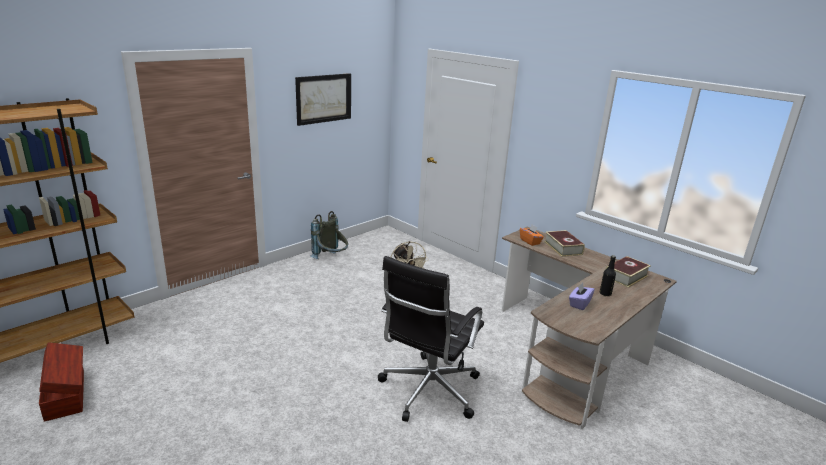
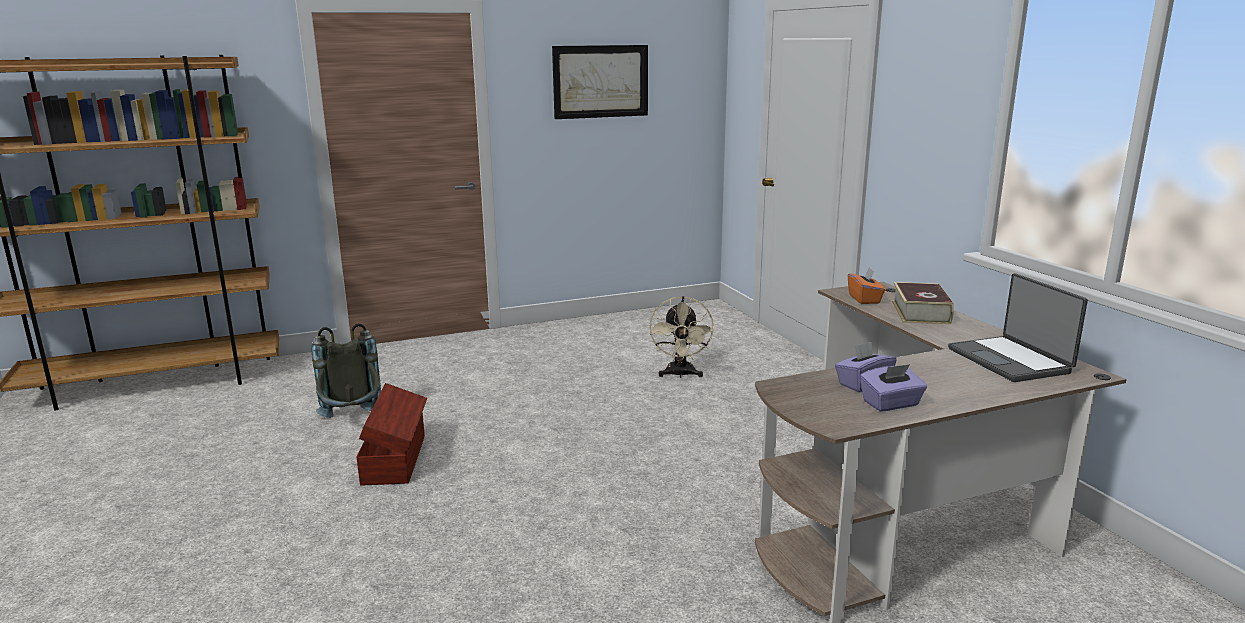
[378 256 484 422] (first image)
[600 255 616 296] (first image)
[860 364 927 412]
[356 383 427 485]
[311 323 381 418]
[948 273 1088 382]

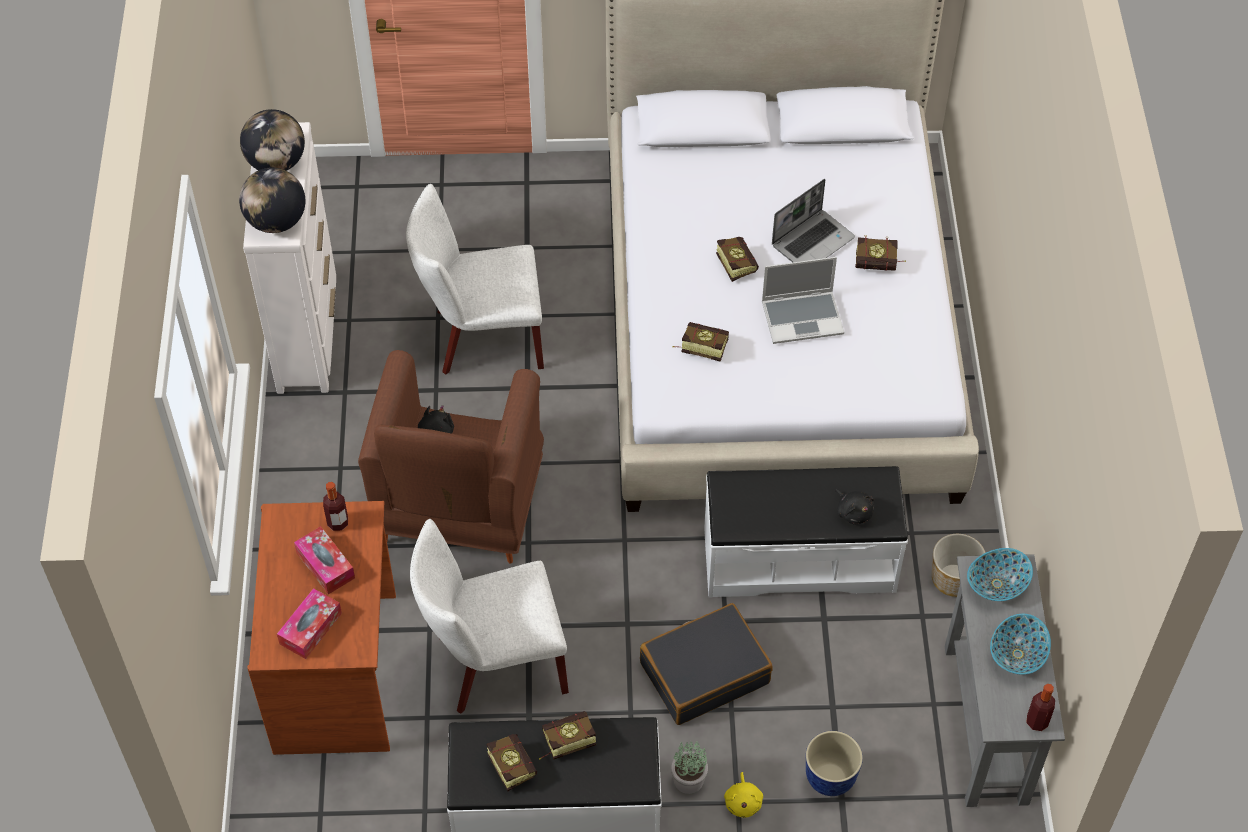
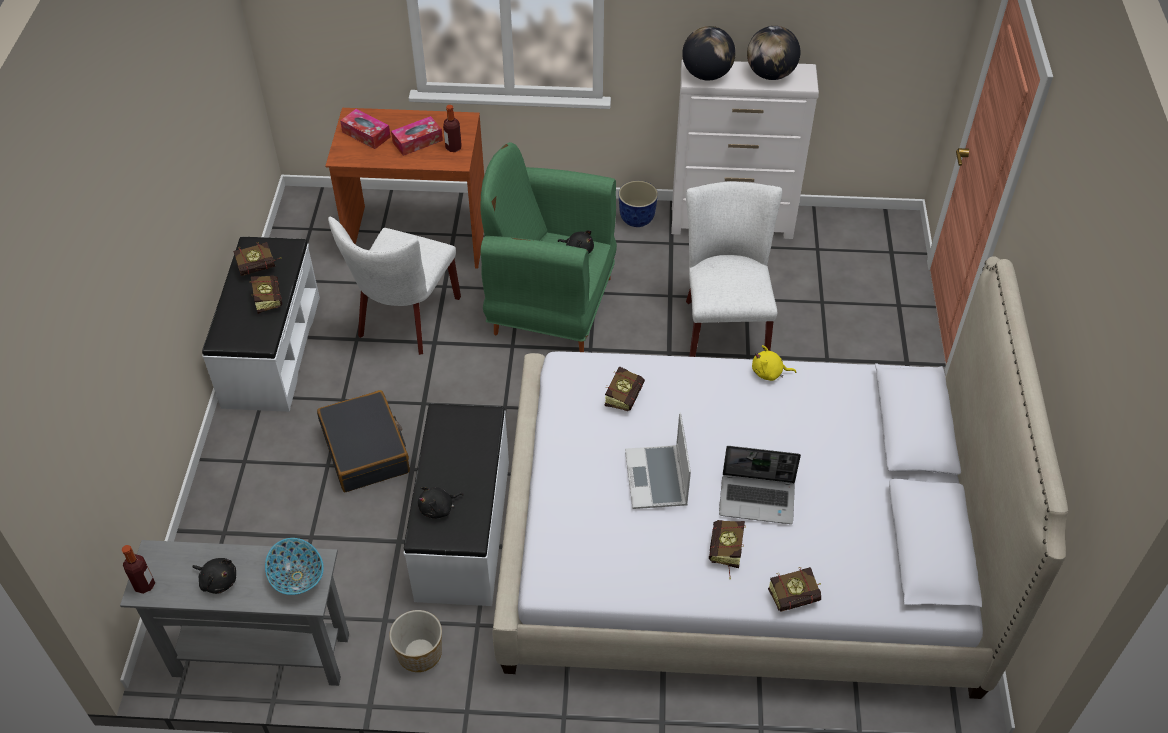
[671 741 708 794] (first image)
[768 567 821 612]
[752 345 796 381]
[618 181 658 227]
[192 558 236 594]
[480 142 617 352]
[328 216 461 355]
[719 446 801 524]

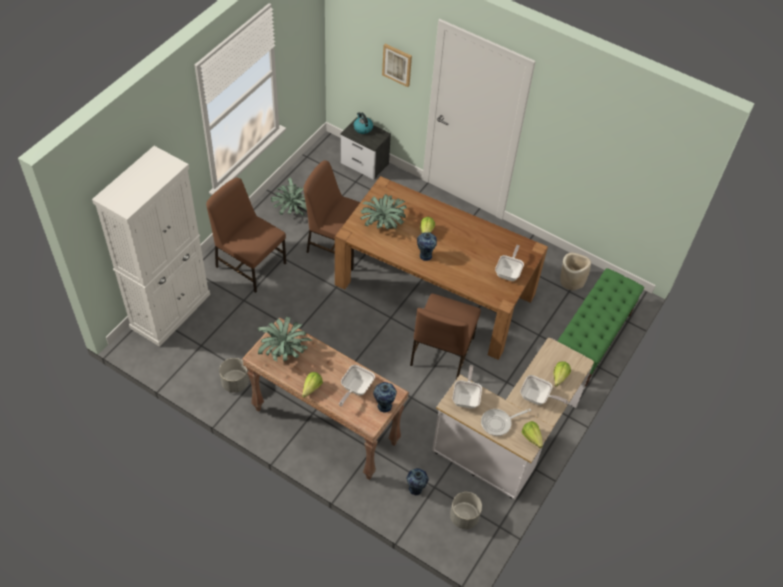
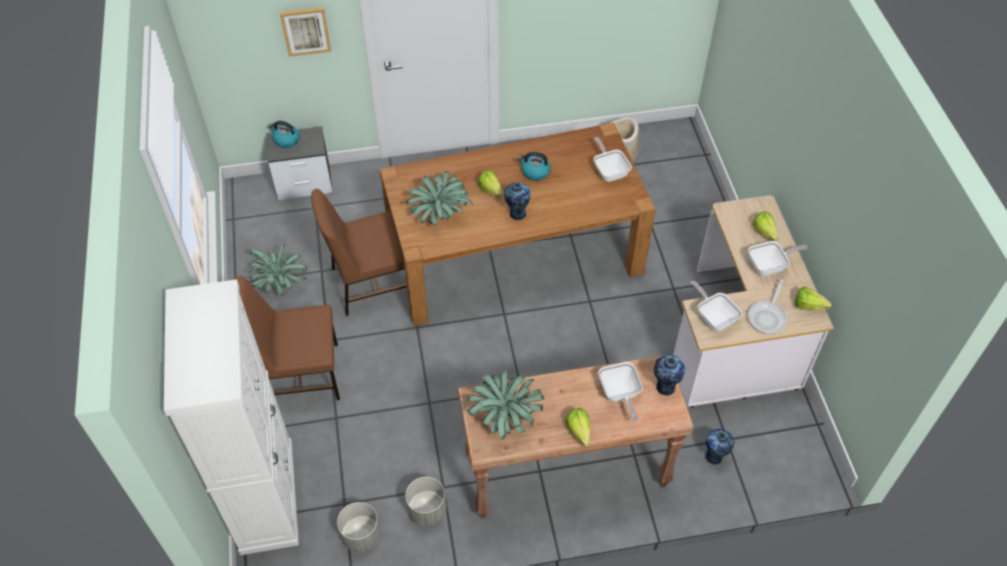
[410 293 481 379] (first image)
[558 268 644 386] (first image)
[518 152 551 181]
[337 502 380 552]

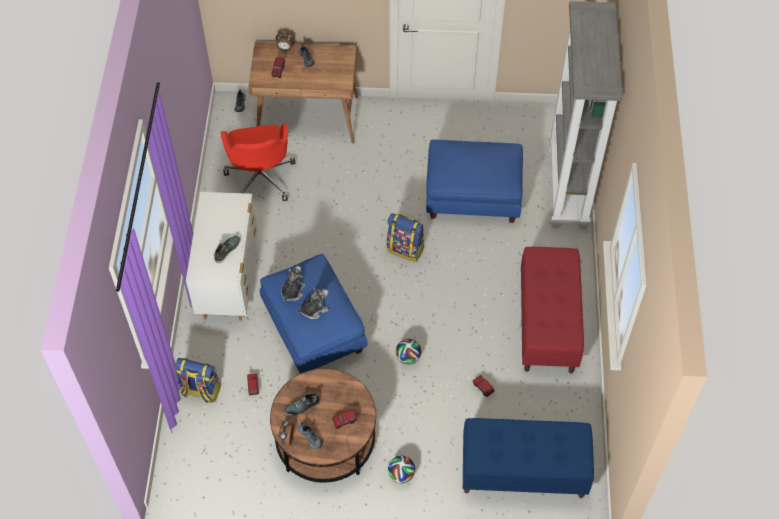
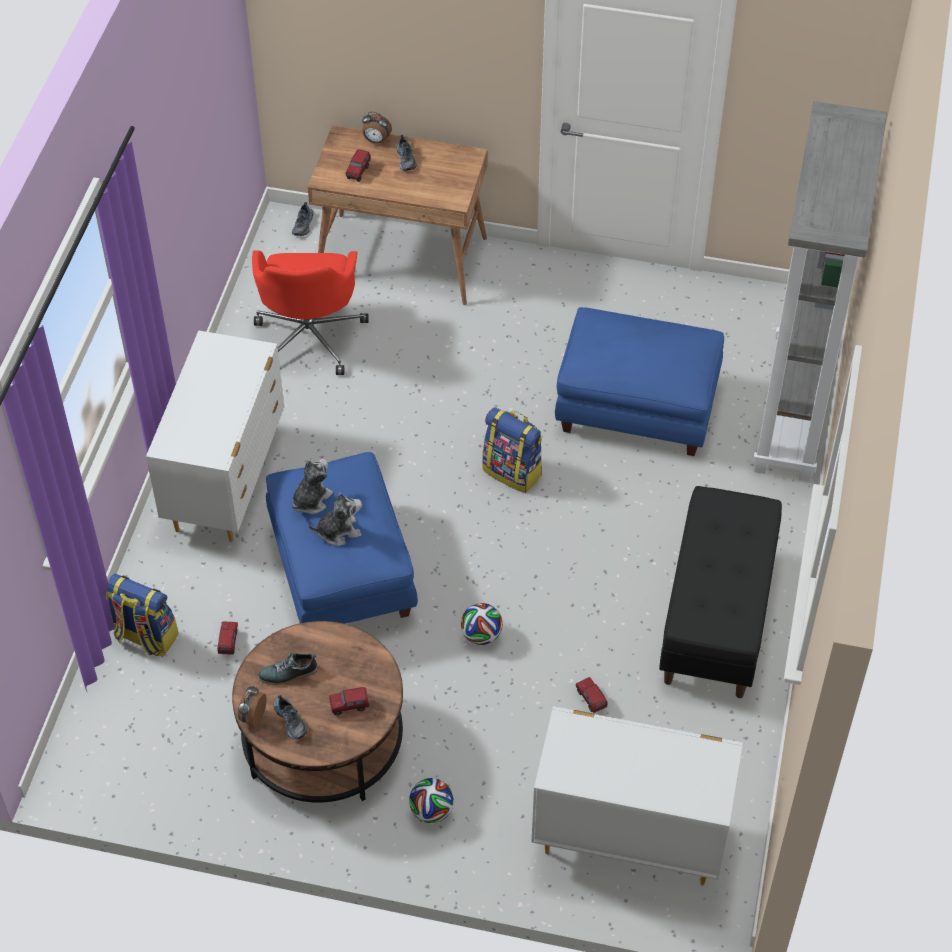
[214 236 240 263] (first image)
[532 706 743 886]
[659 486 782 698]

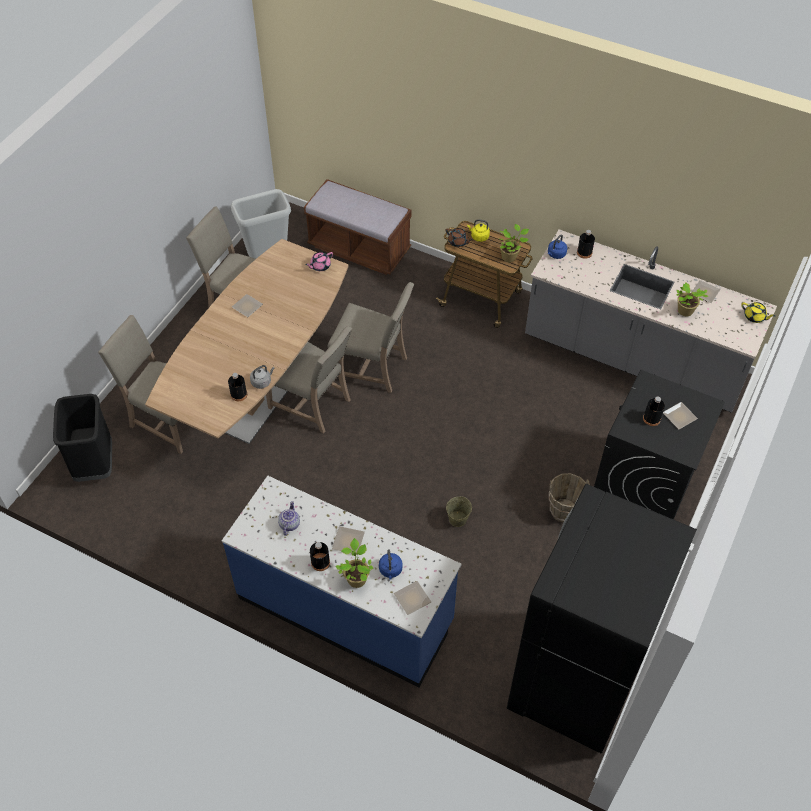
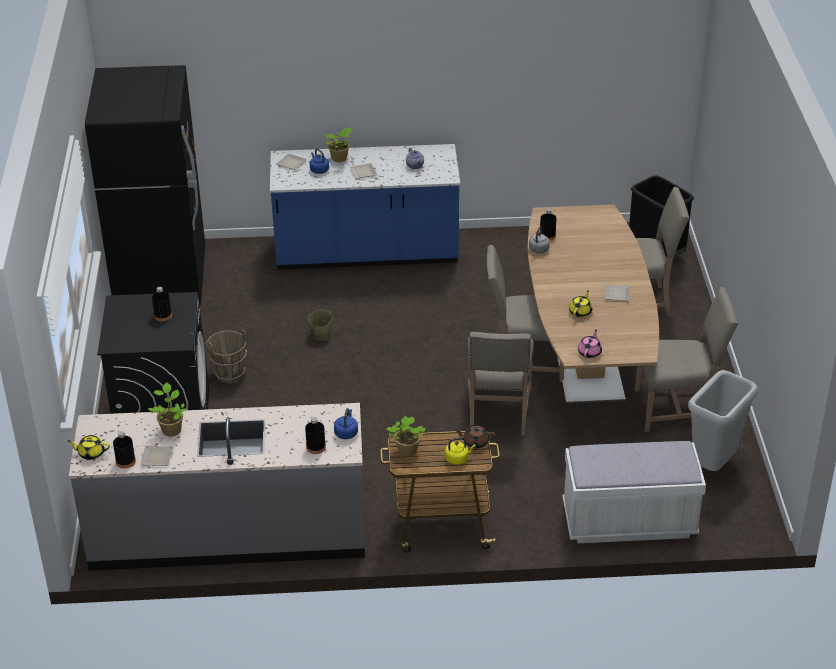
[663 402 698 429] (first image)
[569 290 592 318]
[113 431 136 468]
[562 441 706 543]
[467 332 534 435]

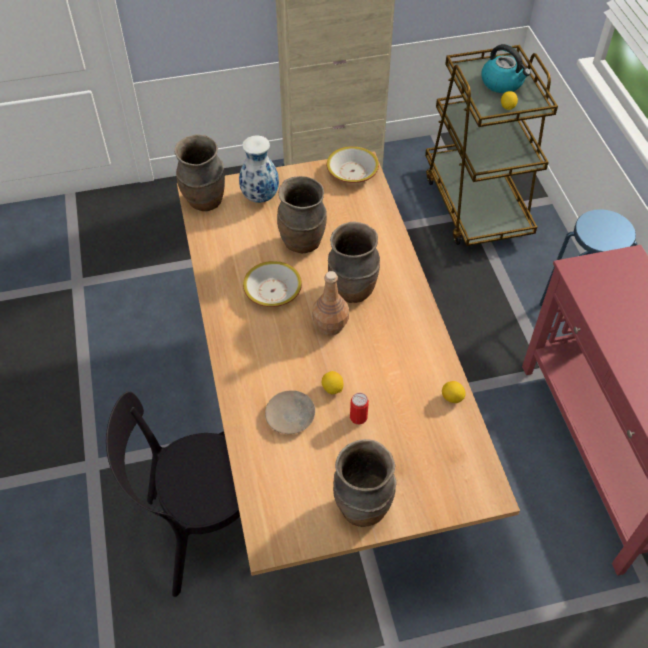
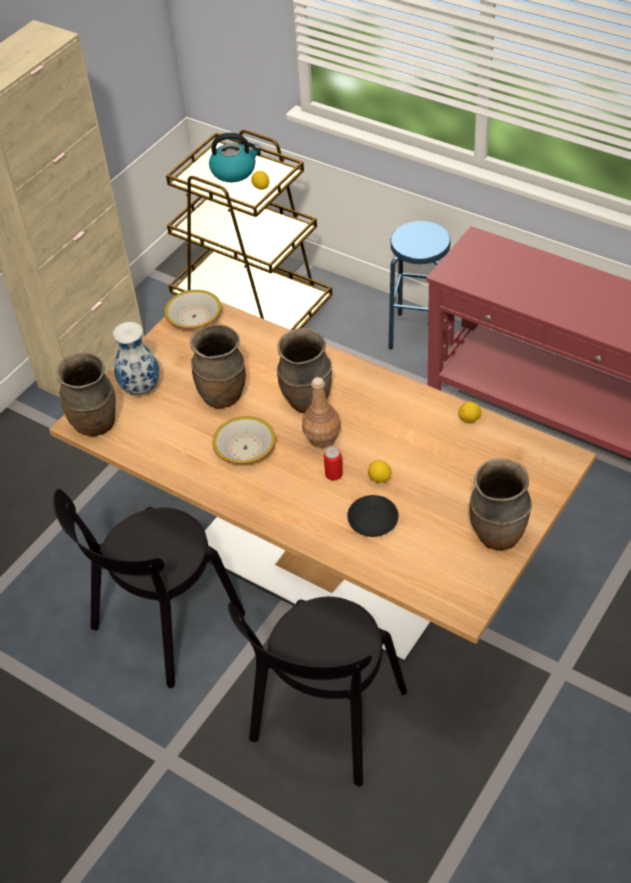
[53 489 245 688]
[324 446 343 481]
[347 495 399 537]

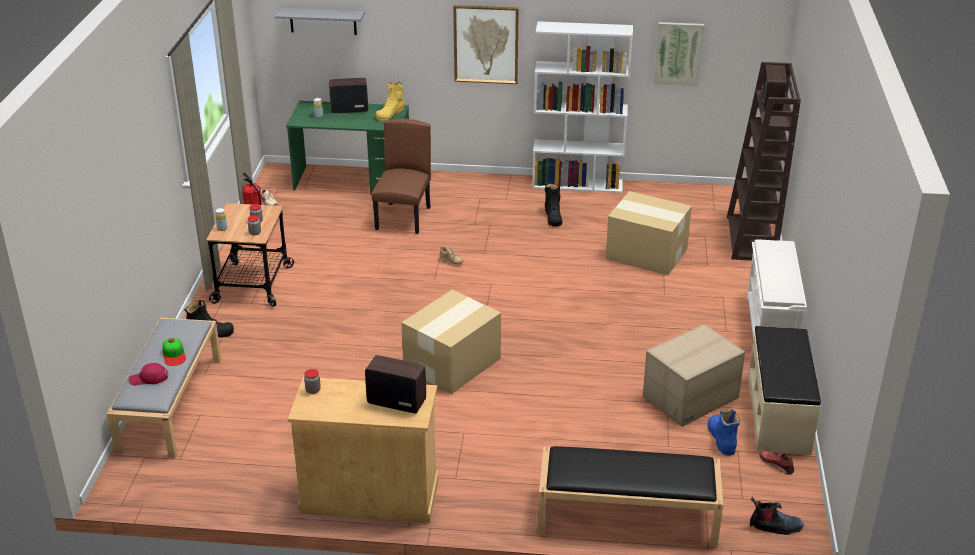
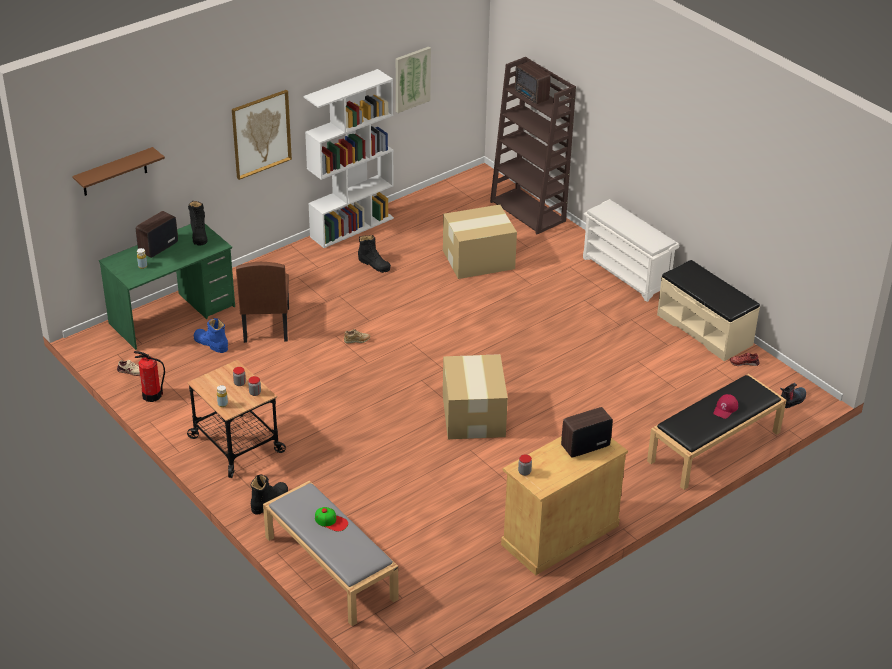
[643 324 745 427] (first image)
[713 394 738 419]
[194 318 228 353]
[72 147 165 196]
[188 201 208 246]
[236 262 289 343]

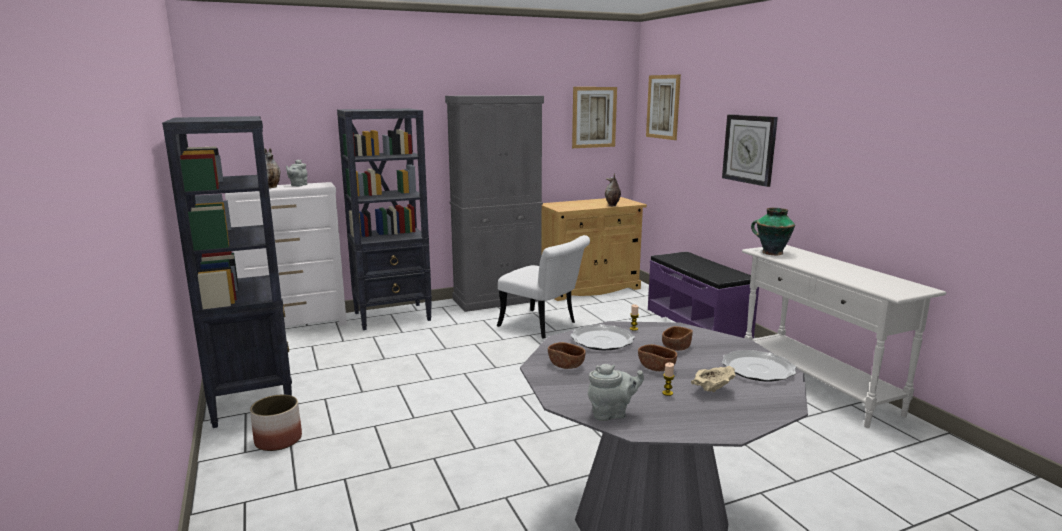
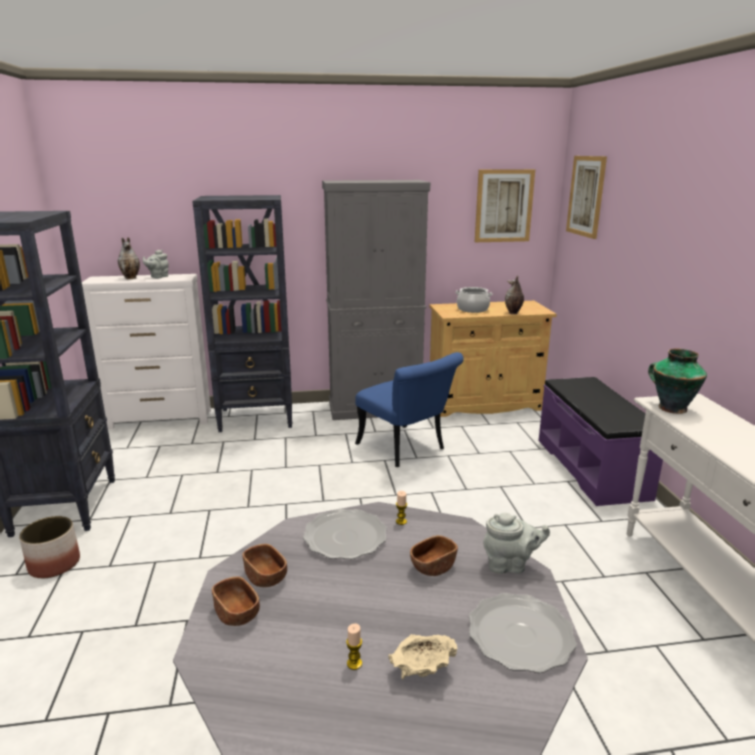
[722 114 778 187] (first image)
[455 287 493 313]
[483 512 550 574]
[212 577 260 626]
[355 352 463 467]

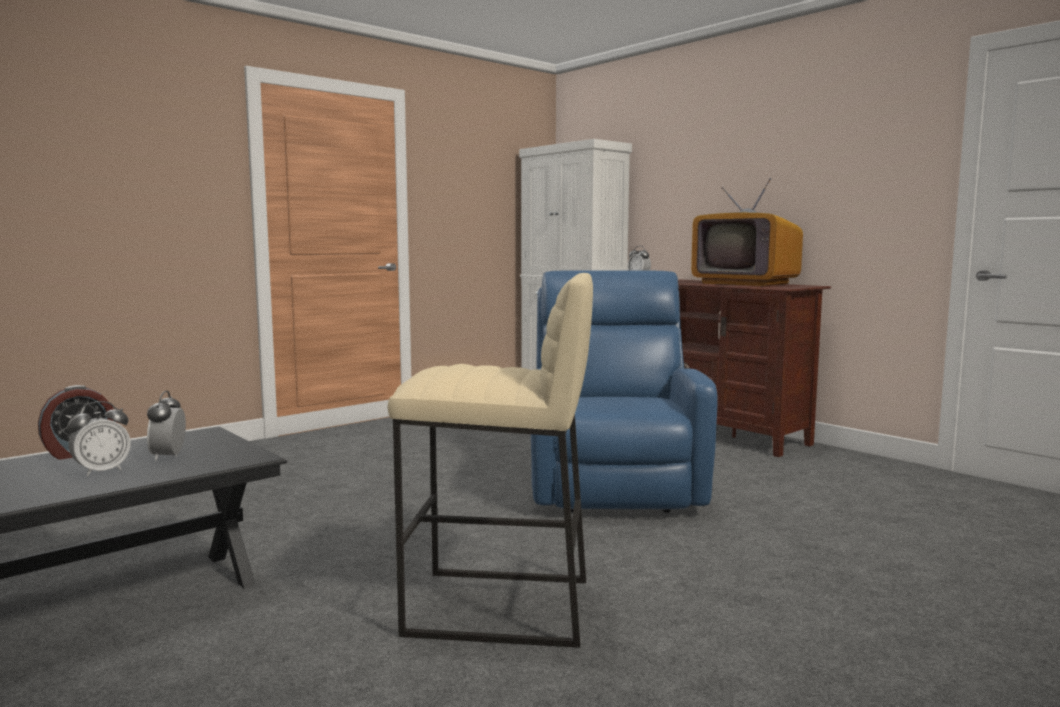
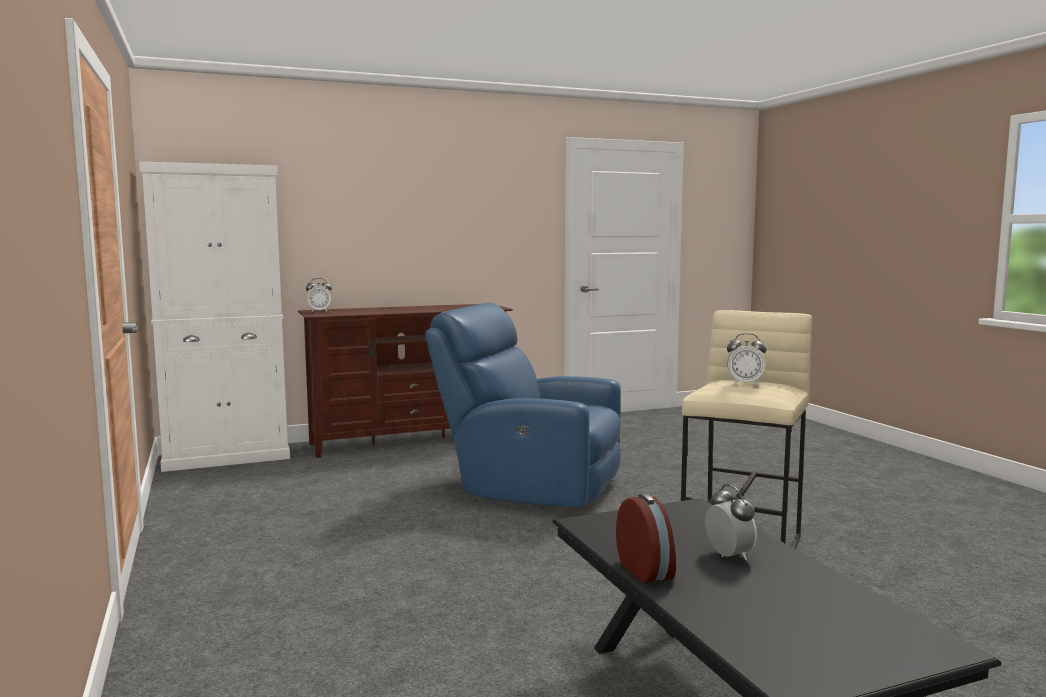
[691 178 803 286] (first image)
[727 333 767 385]

